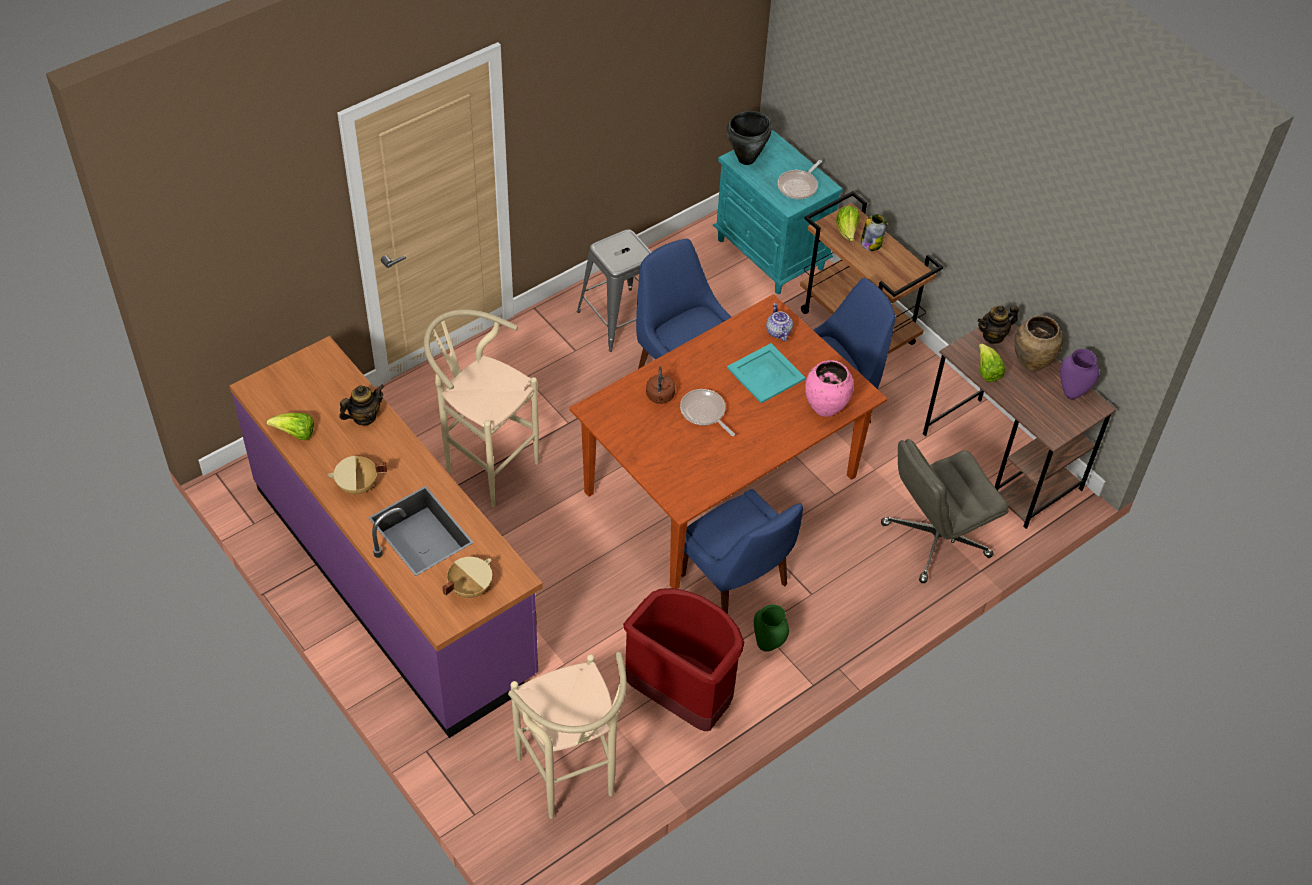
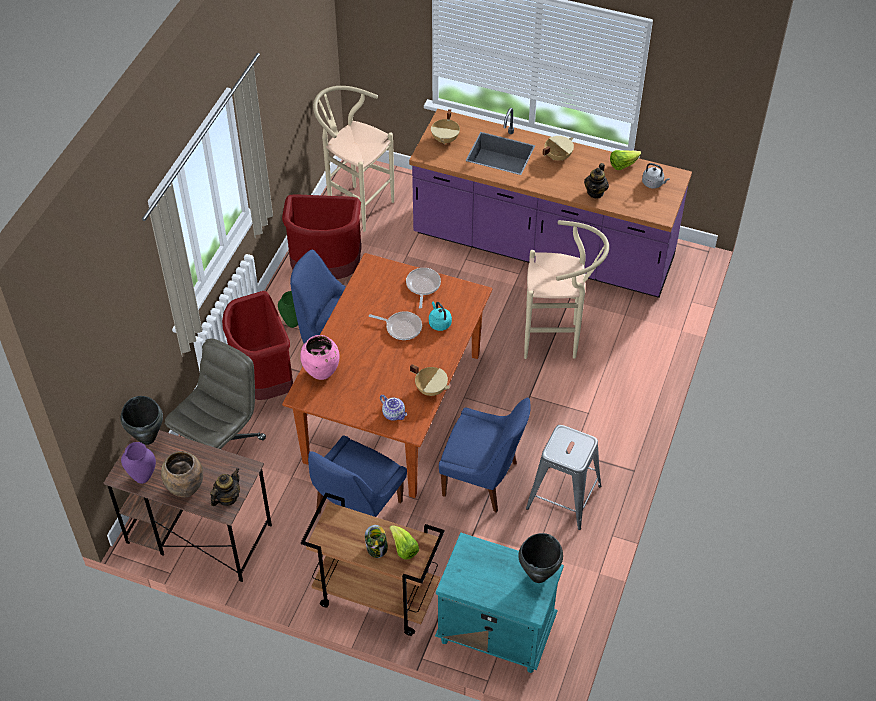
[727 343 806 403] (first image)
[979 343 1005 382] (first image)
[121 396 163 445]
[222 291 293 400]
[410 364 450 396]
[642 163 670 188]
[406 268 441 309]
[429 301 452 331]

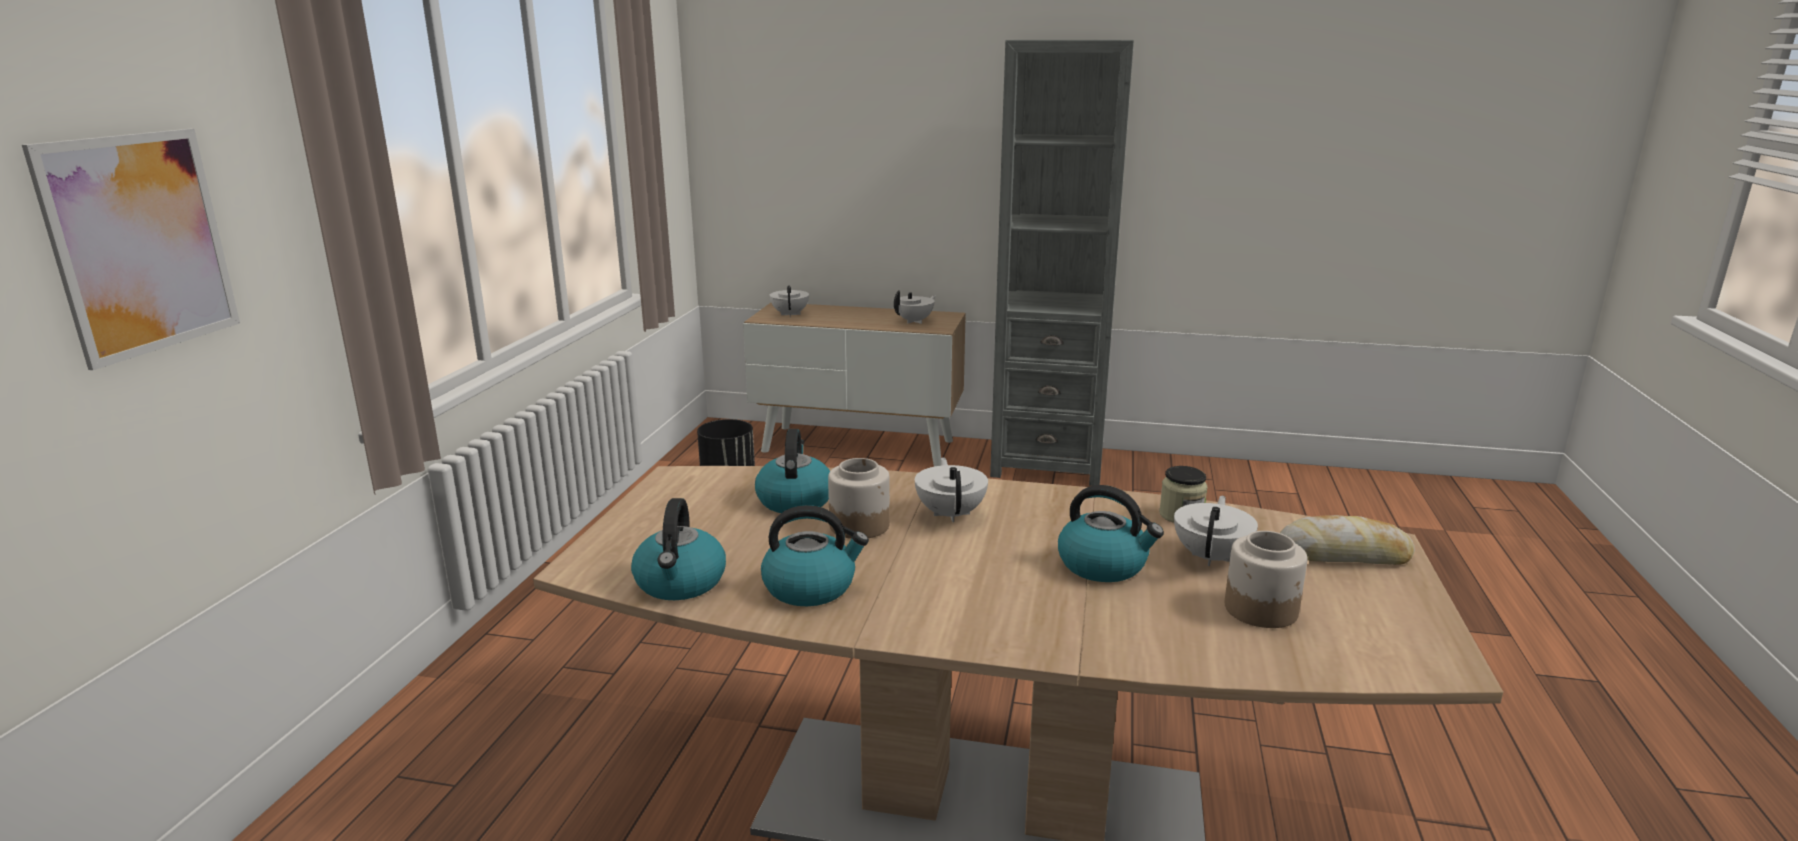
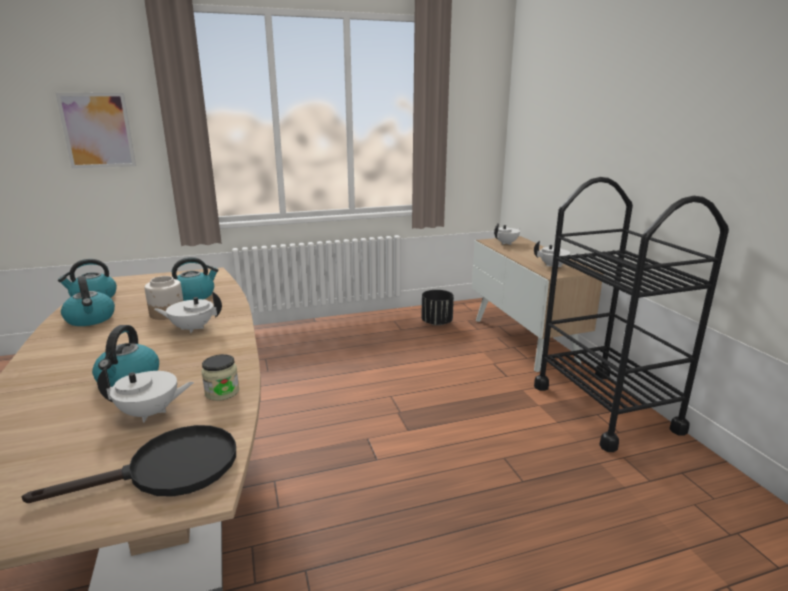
[1225 531 1308 628] (first image)
[534 177 729 452]
[22 425 236 503]
[154 291 222 333]

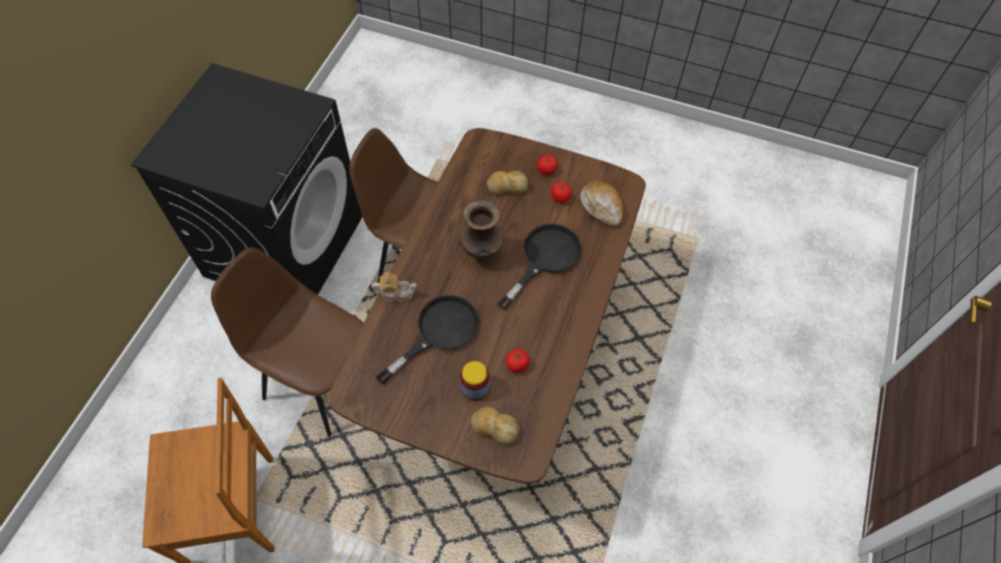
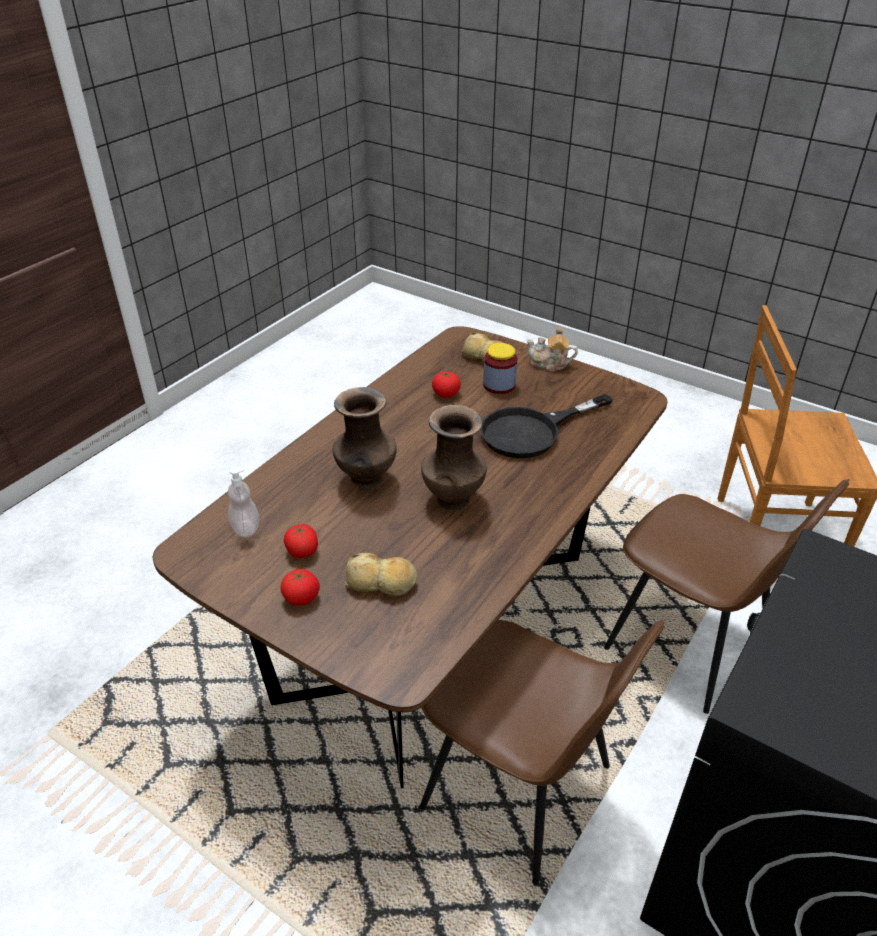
[526 327 578 372]
[333 387 397 490]
[228 467 259 537]

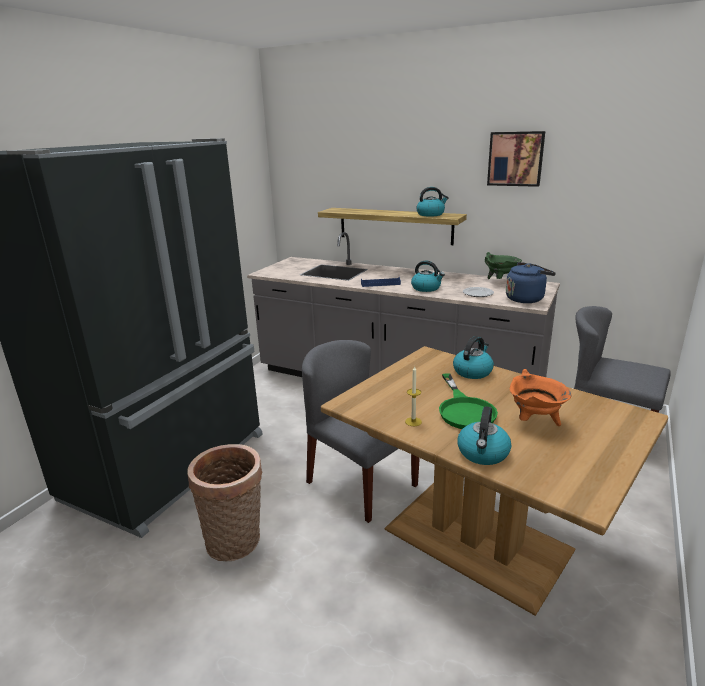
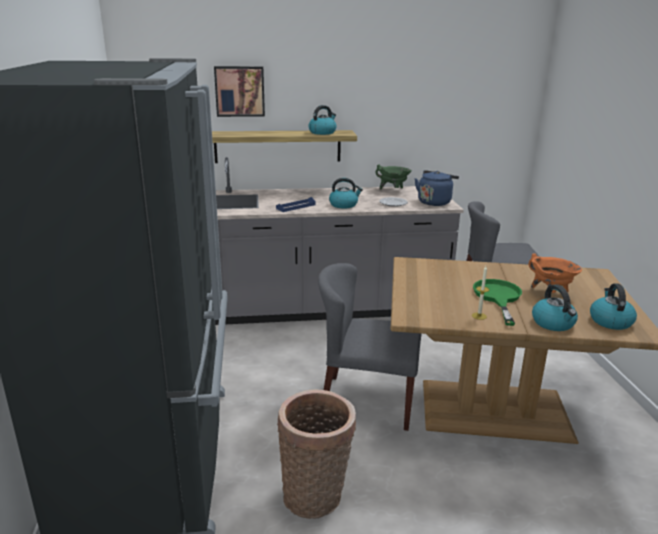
[590 283 637 330]
[214 66 265 117]
[473 279 522 326]

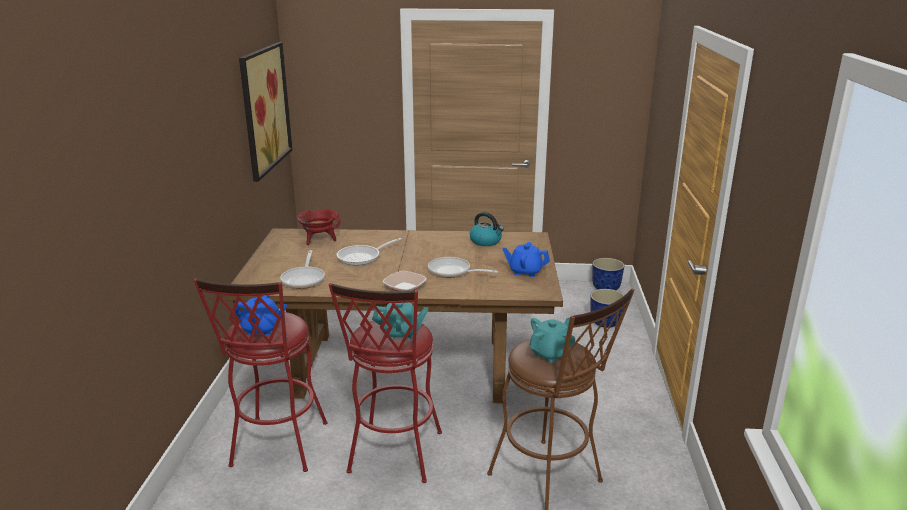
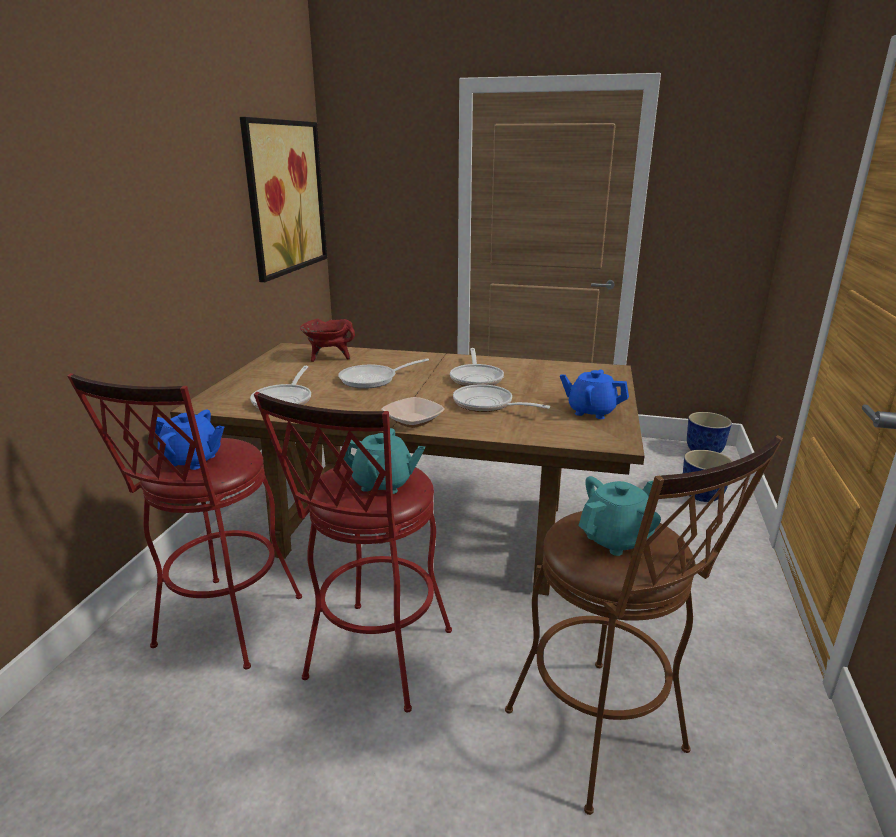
[470 212 504 246] (first image)
[450 348 504 386]

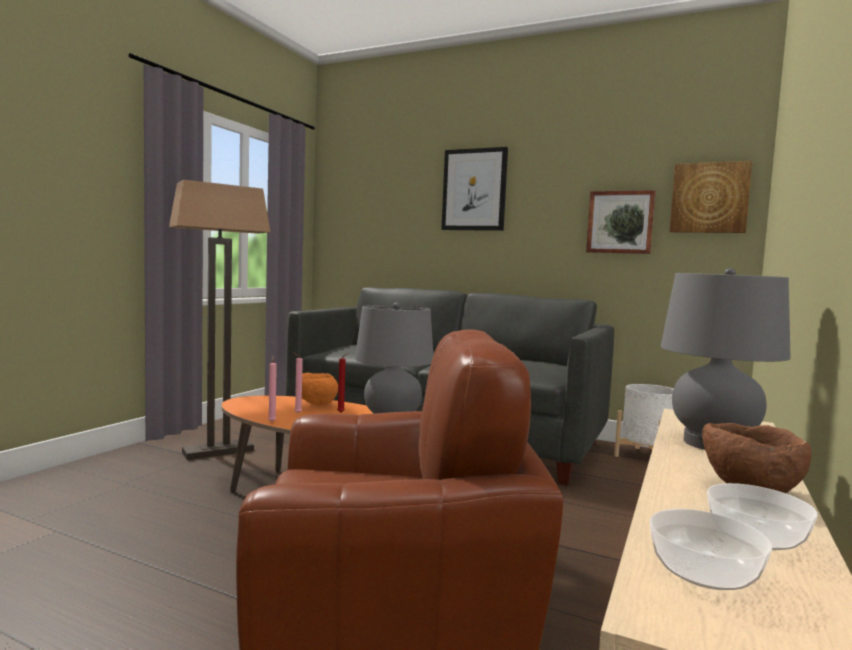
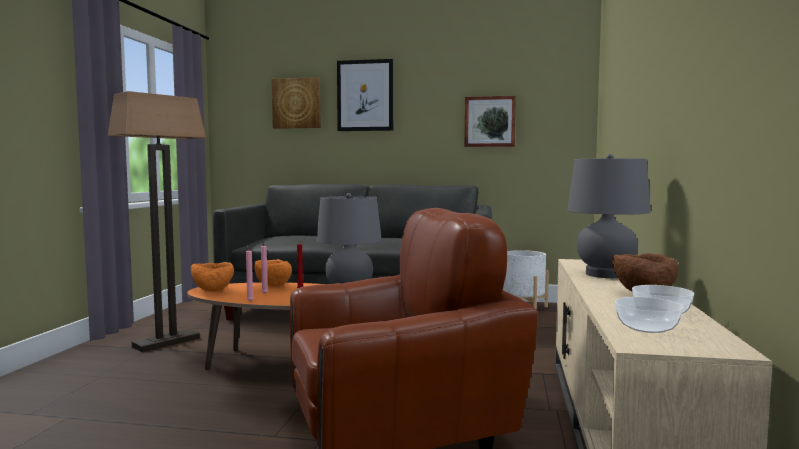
[191 262 234 291]
[272 77 321 129]

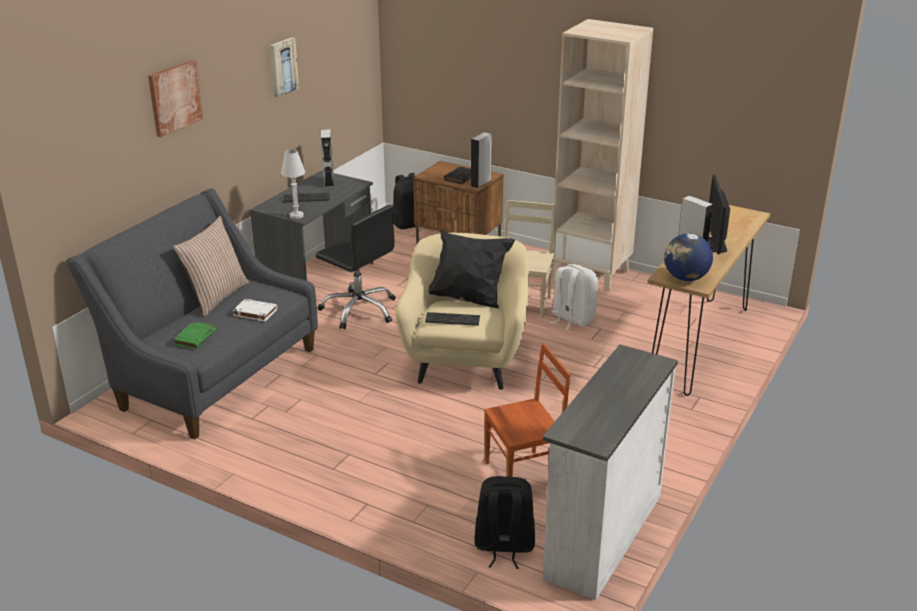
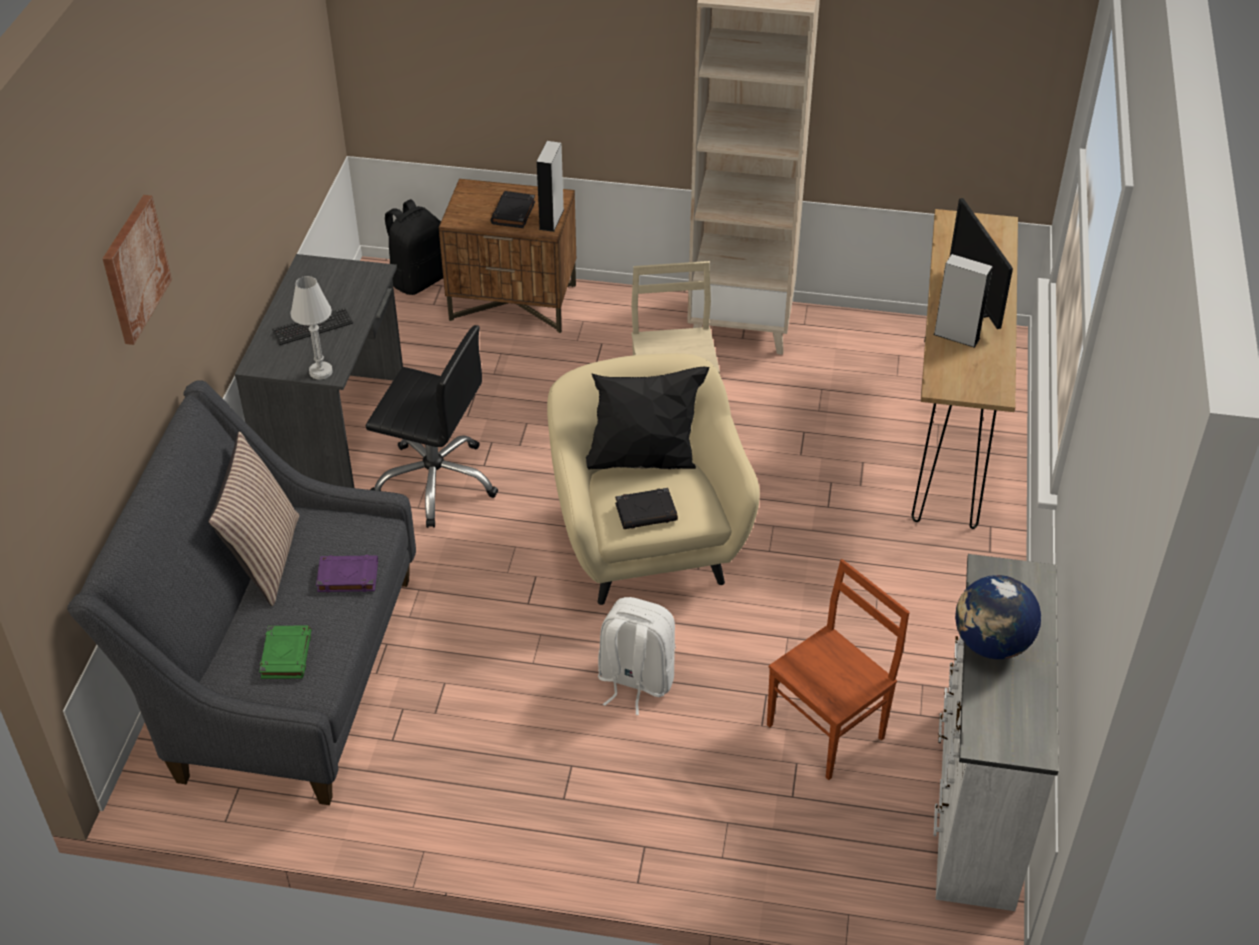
[270 37 299 97] (first image)
[321 129 334 187] (first image)
[474 476 535 569] (first image)
[598 597 676 715]
[955 575 1041 659]
[615 488 678 529]
[316 555 378 593]

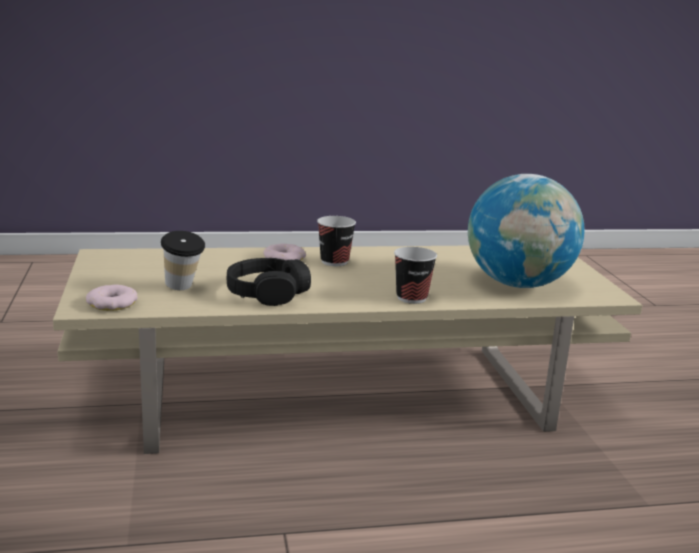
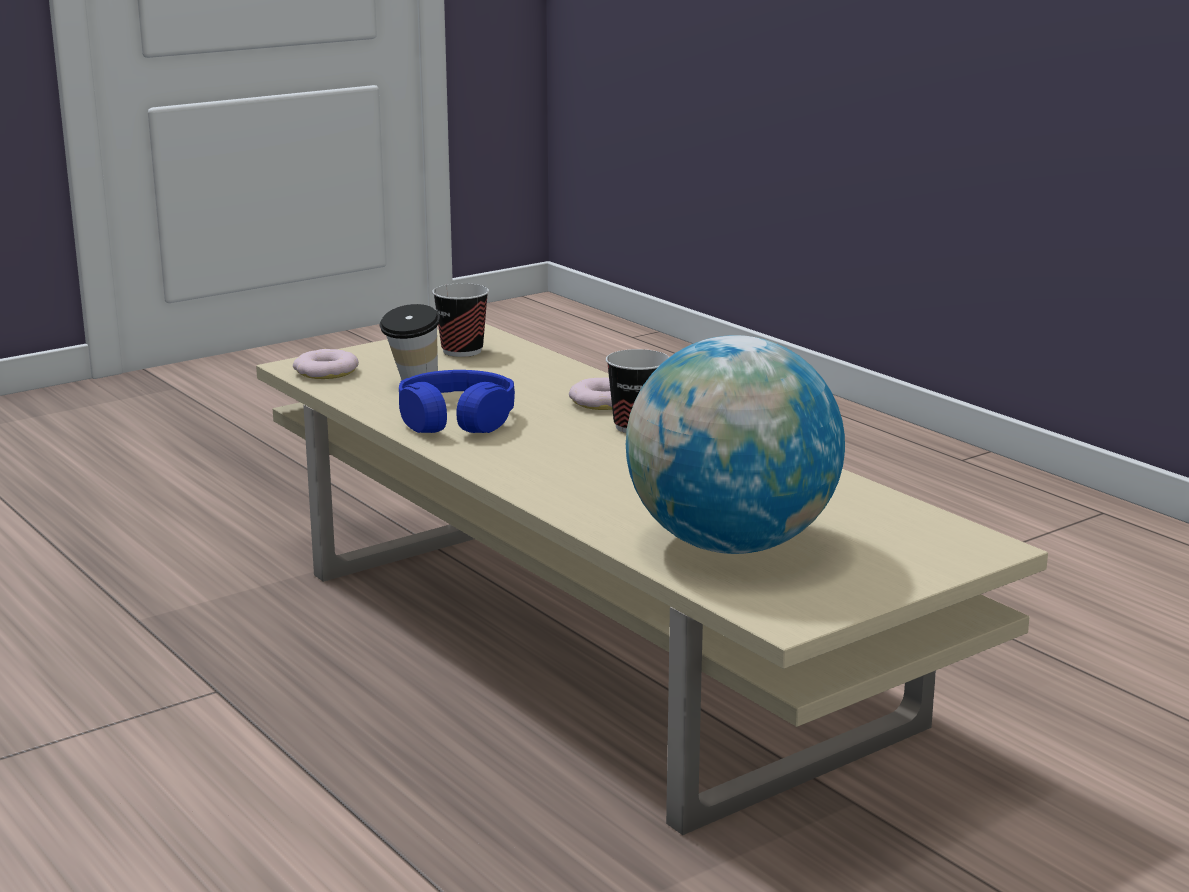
[432 283 489 357]
[399 370 515 433]

